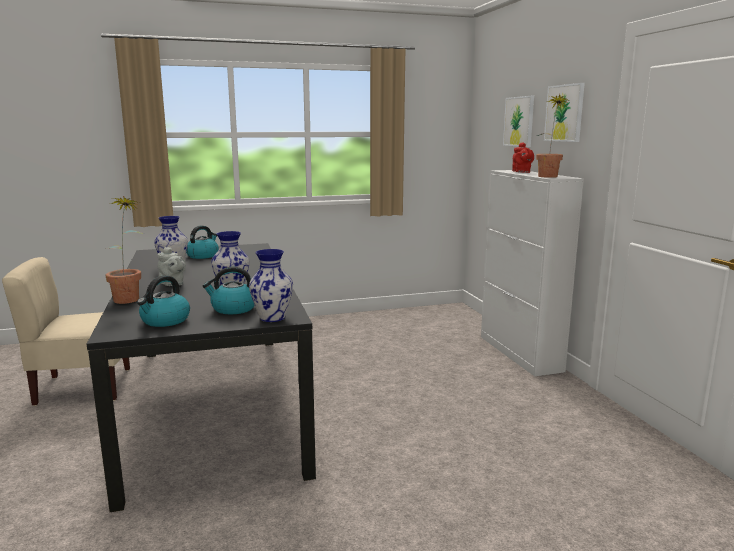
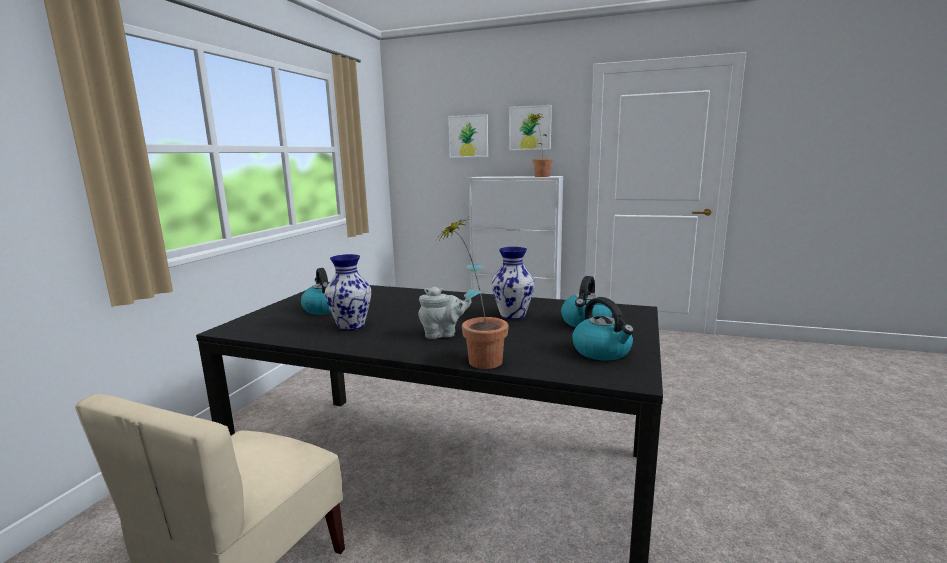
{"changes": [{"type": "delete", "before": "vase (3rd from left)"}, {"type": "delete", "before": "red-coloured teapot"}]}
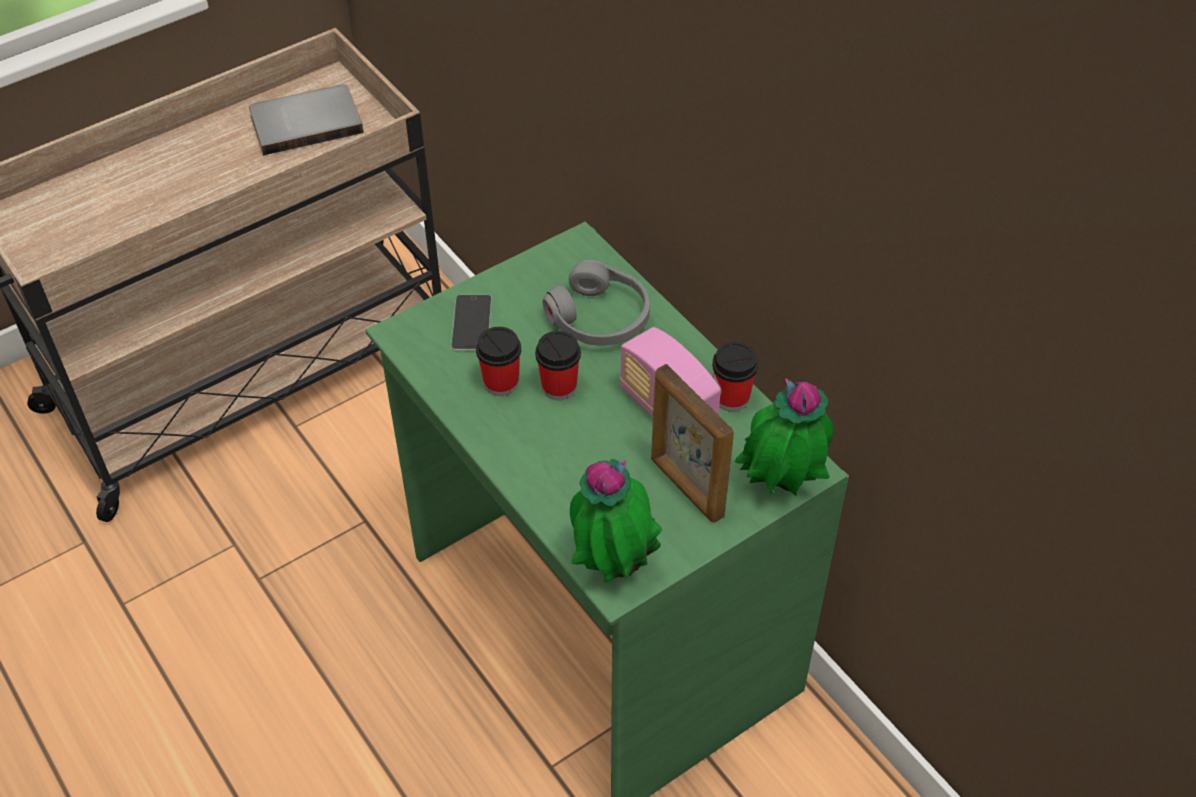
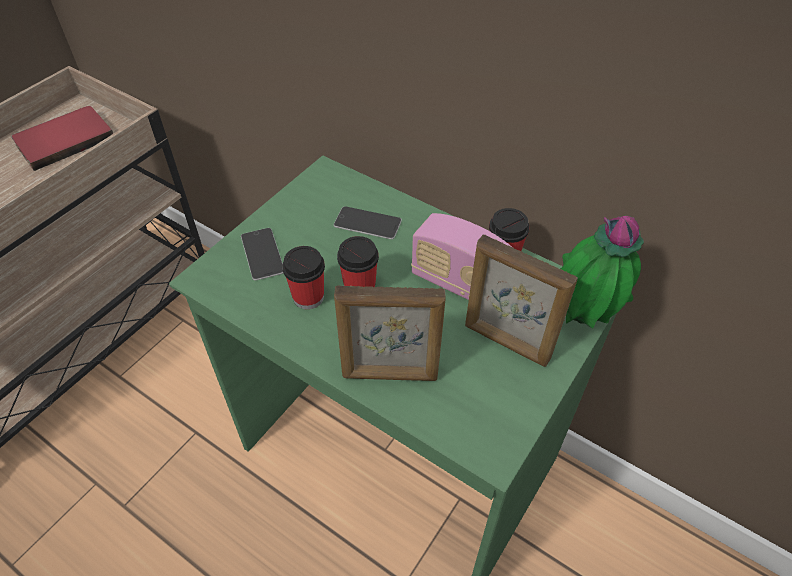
{"changes": [{"type": "recolor", "before": "greyish bound book", "after": "red-coloured bound book"}, {"type": "replace", "before": "greyish headphones", "after": "handset (2nd from left)"}, {"type": "delete", "before": "potted plant (1st from left)"}, {"type": "insert", "after": "photo frame (1st from left)"}]}
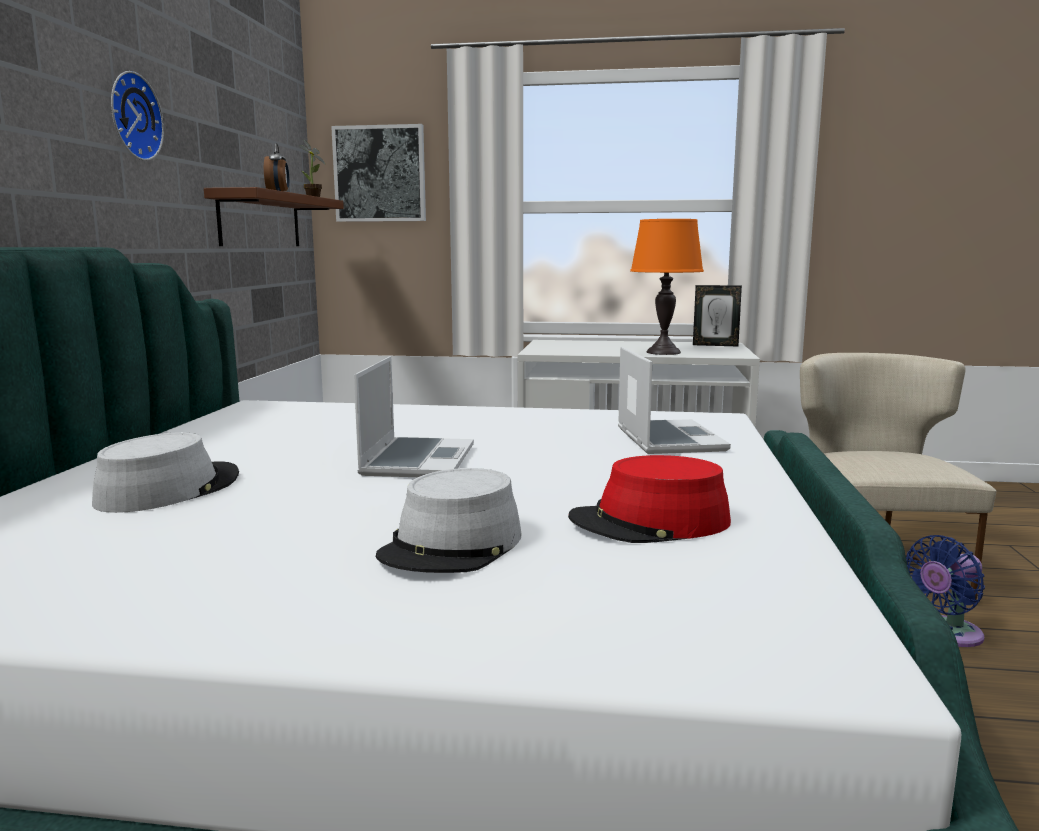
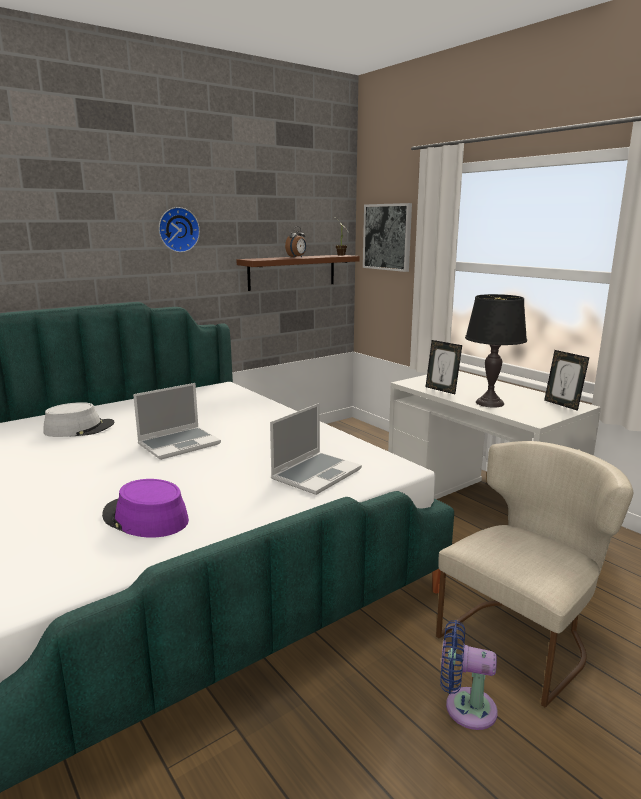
{"changes": [{"type": "delete", "before": "greyish clothing hat (2nd from left)"}, {"type": "recolor", "before": "red-coloured clothing hat", "after": "purplish clothing hat"}, {"type": "recolor", "before": "orange table lamp", "after": "blackish table lamp"}, {"type": "insert", "after": "photo frame (1st from left)"}]}
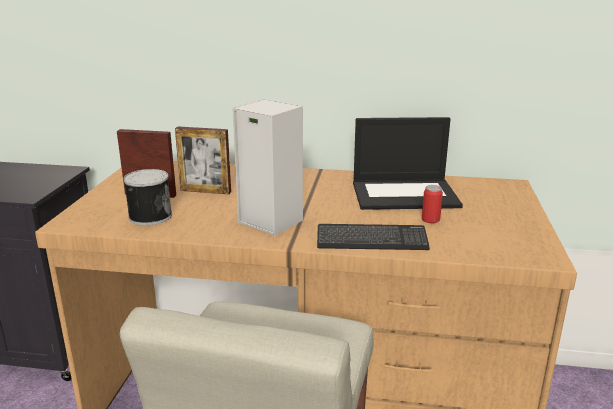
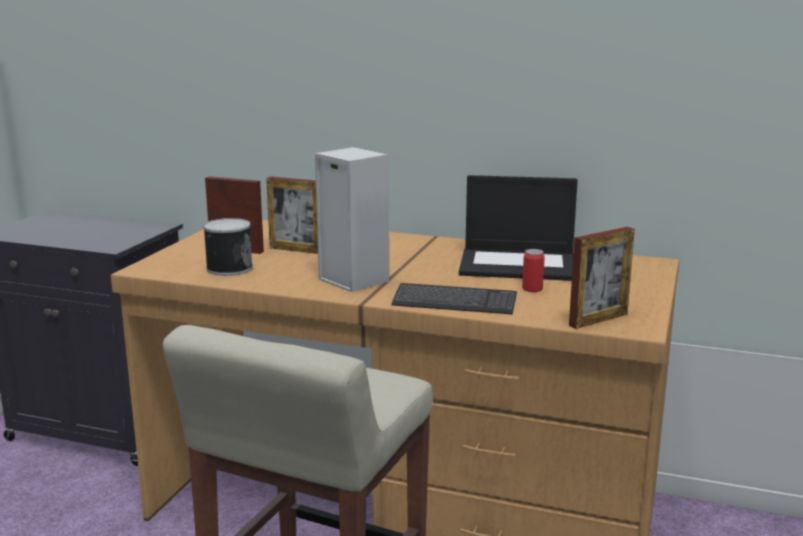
{"changes": [{"type": "insert", "after": "photo frame (3rd from left)"}]}
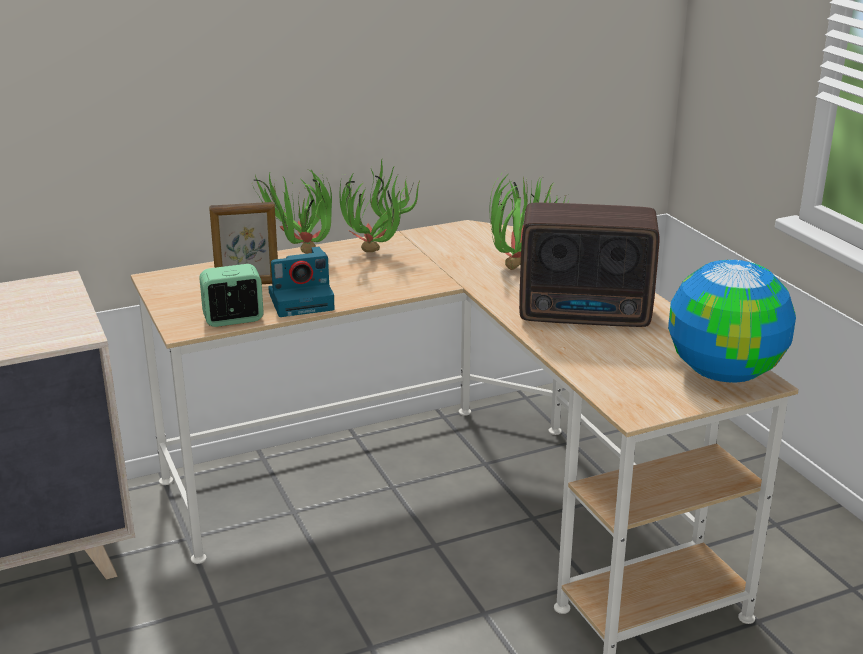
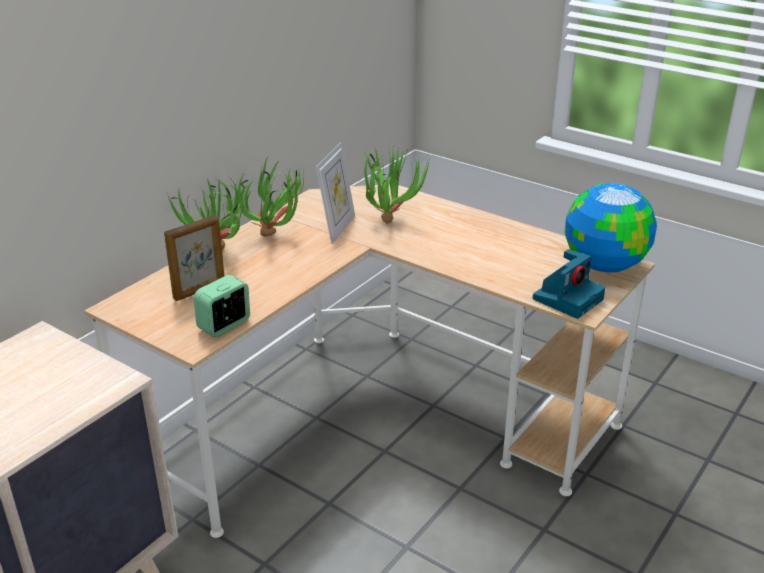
{"changes": [{"type": "move", "before": "photo camera"}, {"type": "delete", "before": "radio receiver"}, {"type": "insert", "after": "photo frame (2nd from left)"}]}
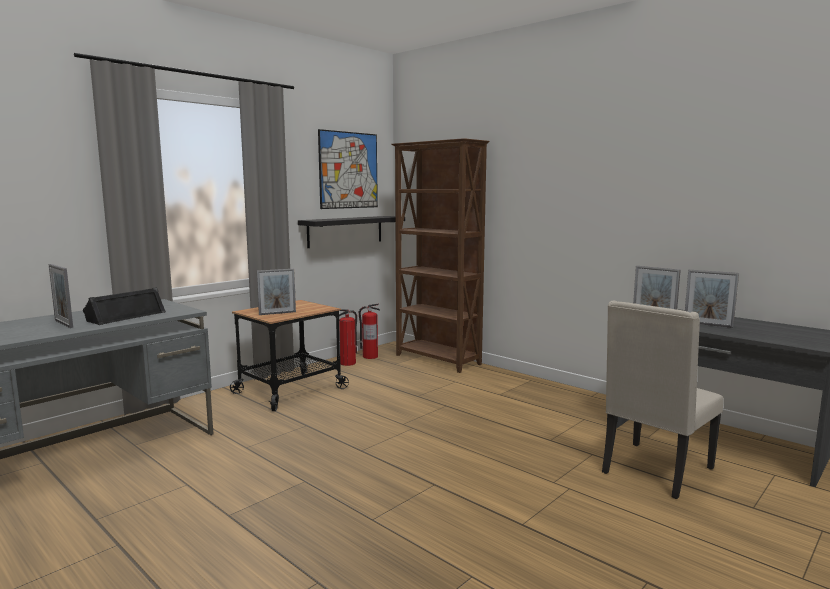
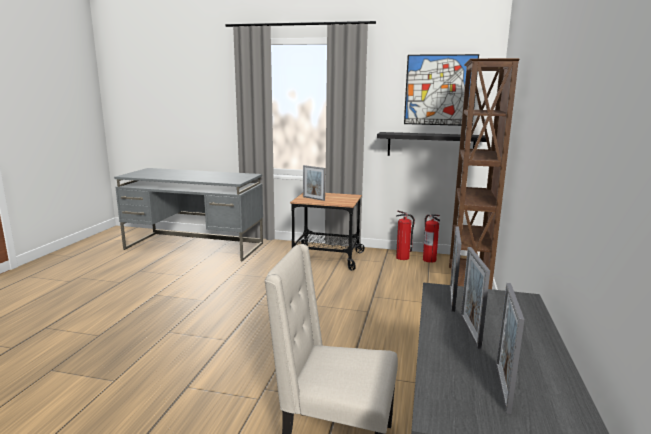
{"changes": [{"type": "move", "before": "photo frame (1st from left in the first image)", "after": "photo frame (4th from left)"}, {"type": "delete", "before": "blackish loudspeaker"}]}
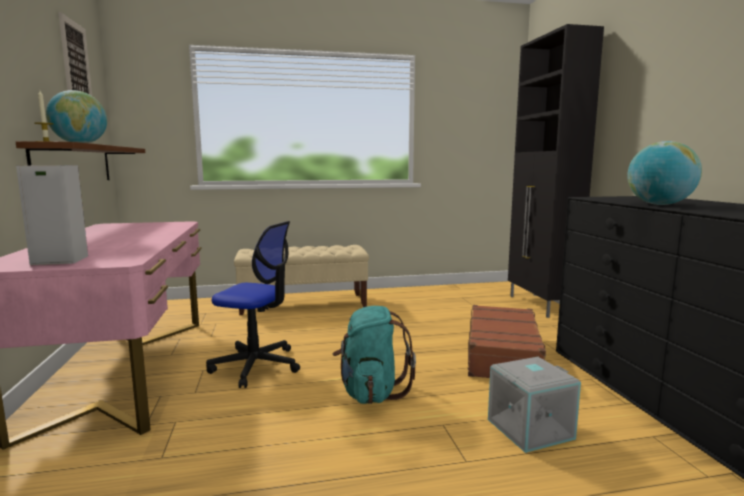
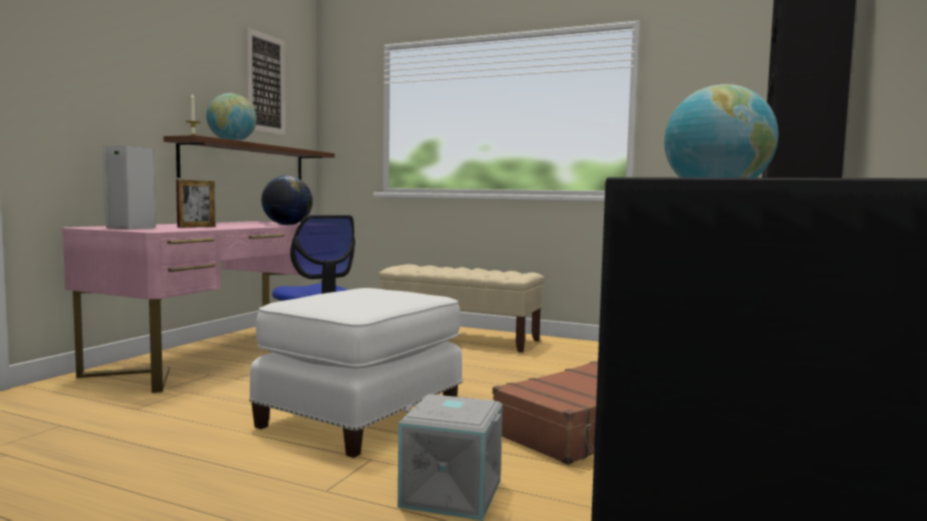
{"changes": [{"type": "replace", "before": "turquoise-coloured knapsack", "after": "whitish pouffe"}, {"type": "insert", "after": "photo frame"}, {"type": "insert", "after": "desk globe (2nd from left)"}]}
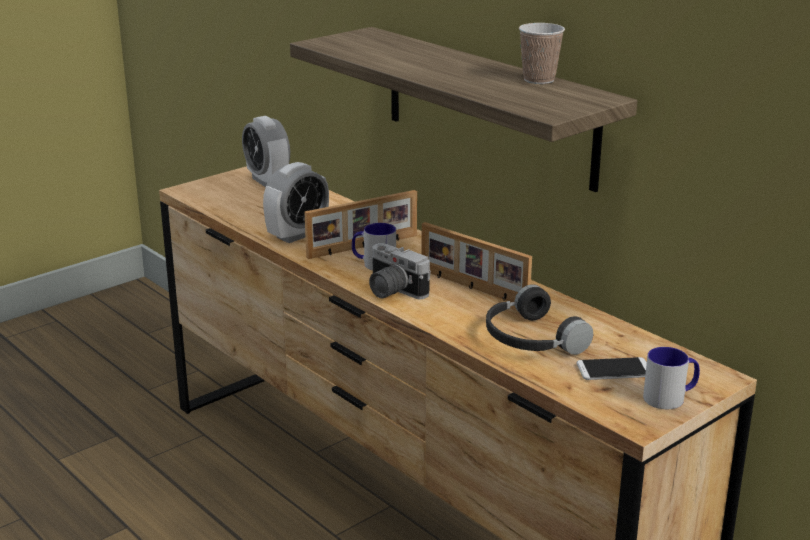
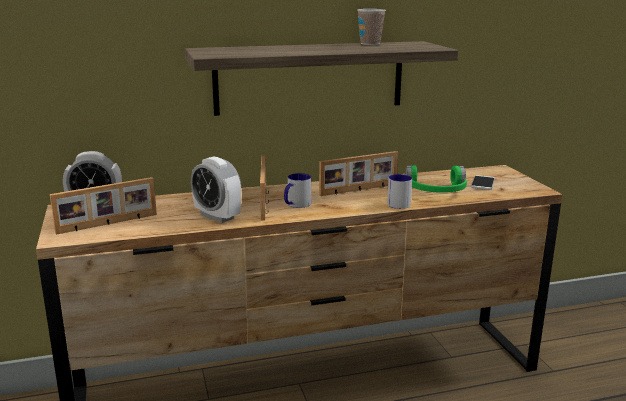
{"changes": [{"type": "rotate", "before": "bedside clock (2nd from left)", "turn": 150}, {"type": "delete", "before": "photo camera"}, {"type": "recolor", "before": "blackish headphones", "after": "greenish headphones"}, {"type": "move", "before": "mug (2nd from left)"}, {"type": "insert", "after": "photo frame (1st from left)"}]}
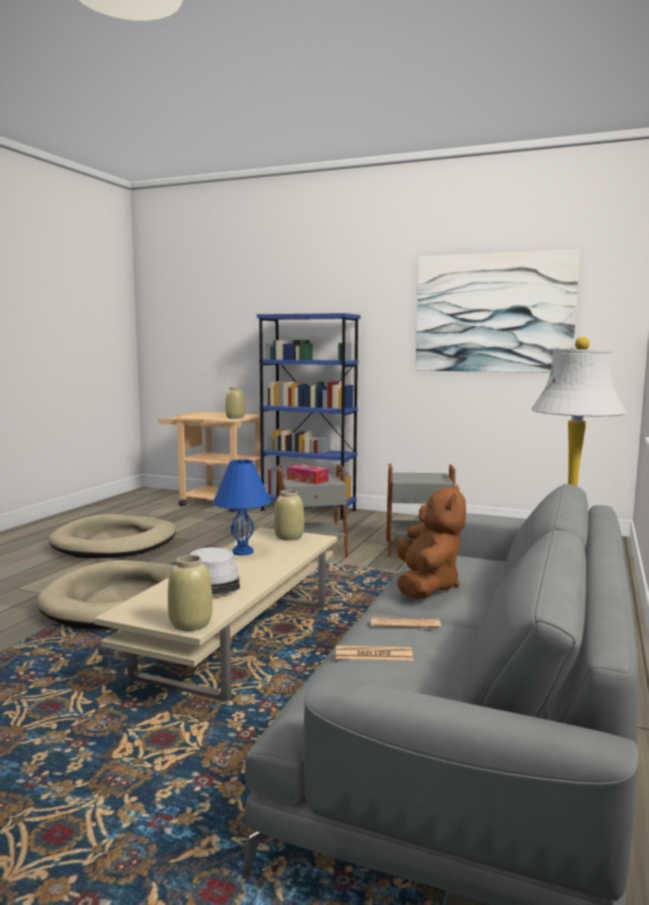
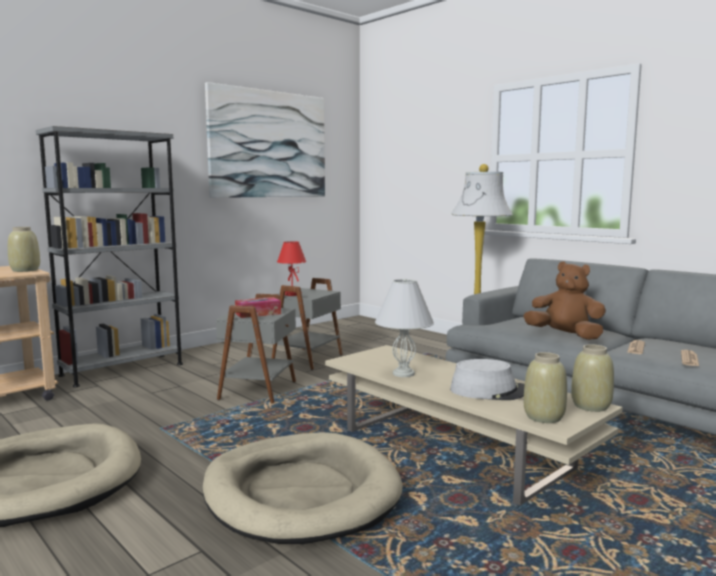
{"changes": [{"type": "recolor", "before": "blue table lamp", "after": "whitish table lamp"}, {"type": "recolor", "before": "blue bookcase", "after": "greyish bookcase"}, {"type": "move", "before": "sand-coloured vase (3rd from left in the first image)", "after": "sand-coloured vase (2nd from left)"}, {"type": "insert", "after": "red-coloured table lamp"}]}
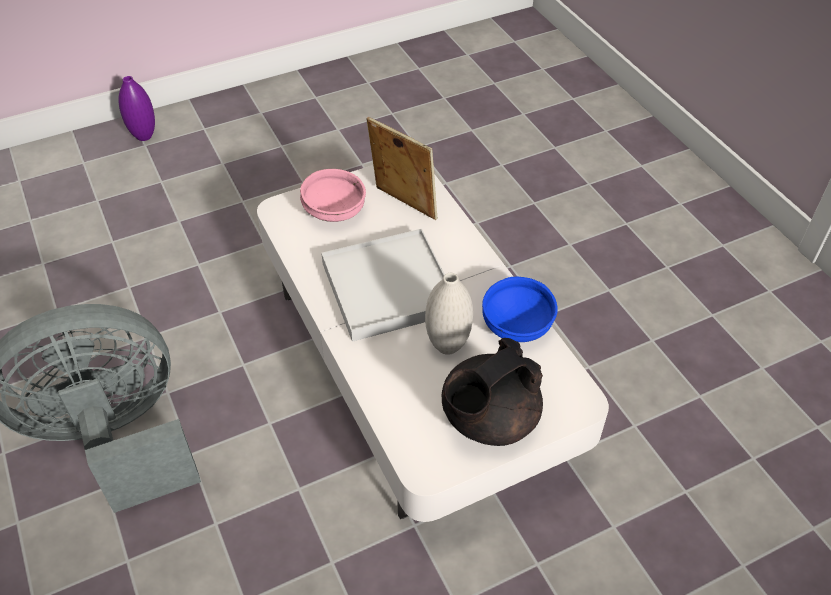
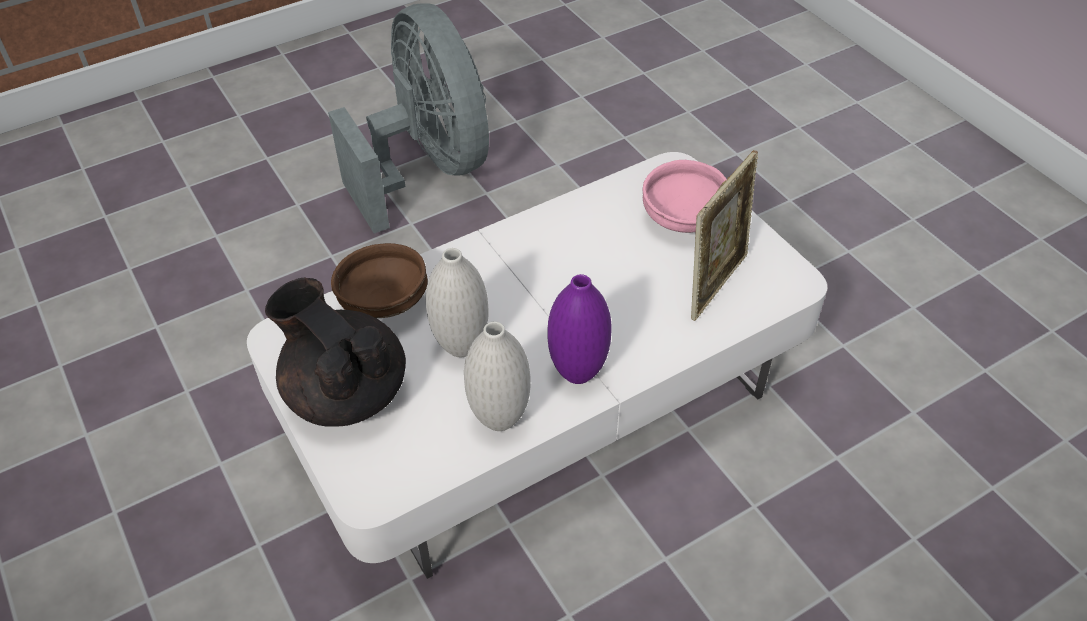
{"changes": [{"type": "move", "before": "purplish vase"}, {"type": "delete", "before": "whitish tray"}, {"type": "replace", "before": "blue serving bowl", "after": "whitish vase (2nd from left)"}, {"type": "insert", "after": "brown serving bowl"}]}
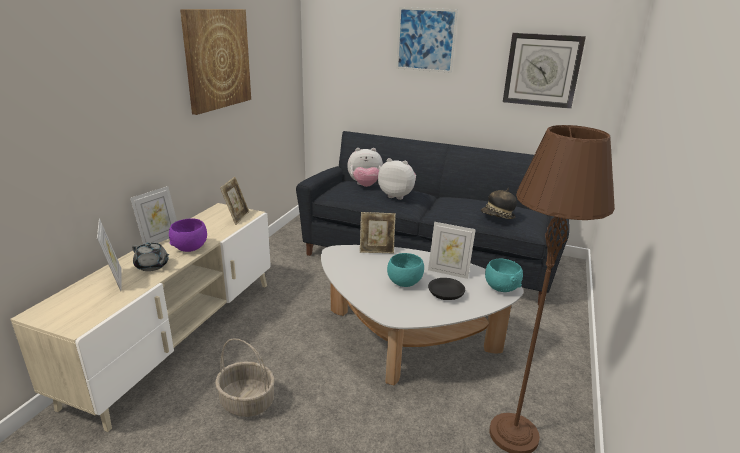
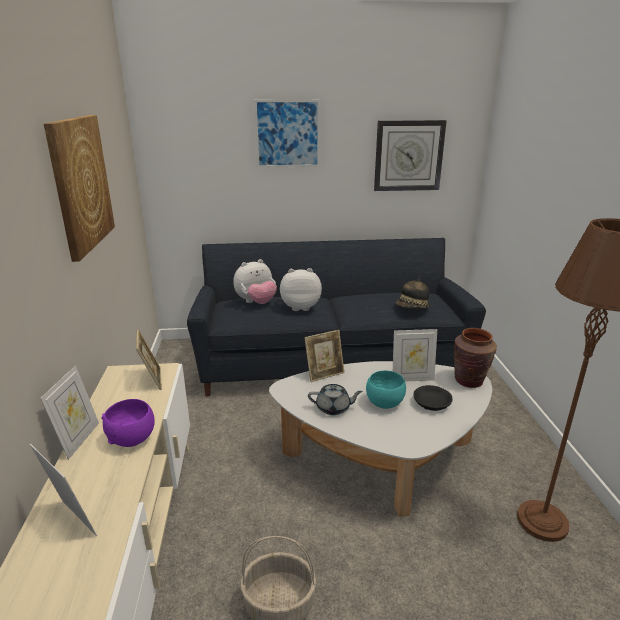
{"changes": [{"type": "move", "before": "greyish teapot"}, {"type": "replace", "before": "turquoise-coloured serving bowl (2nd from left)", "after": "brown vase"}]}
